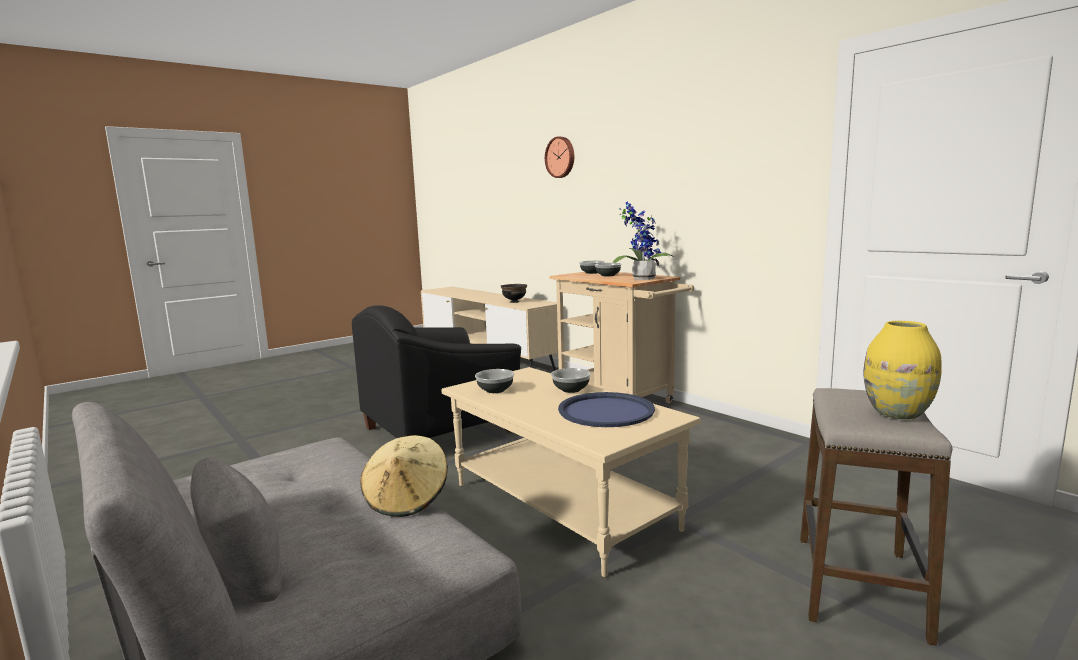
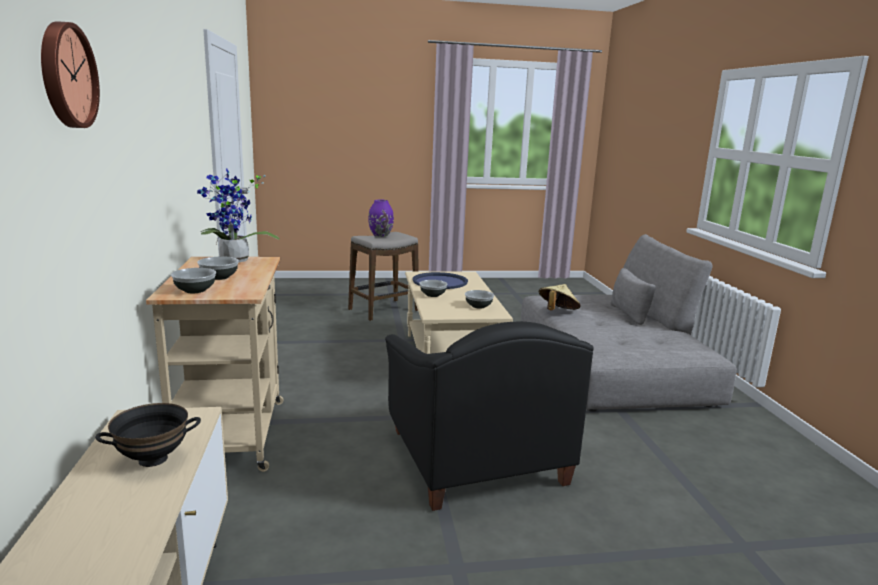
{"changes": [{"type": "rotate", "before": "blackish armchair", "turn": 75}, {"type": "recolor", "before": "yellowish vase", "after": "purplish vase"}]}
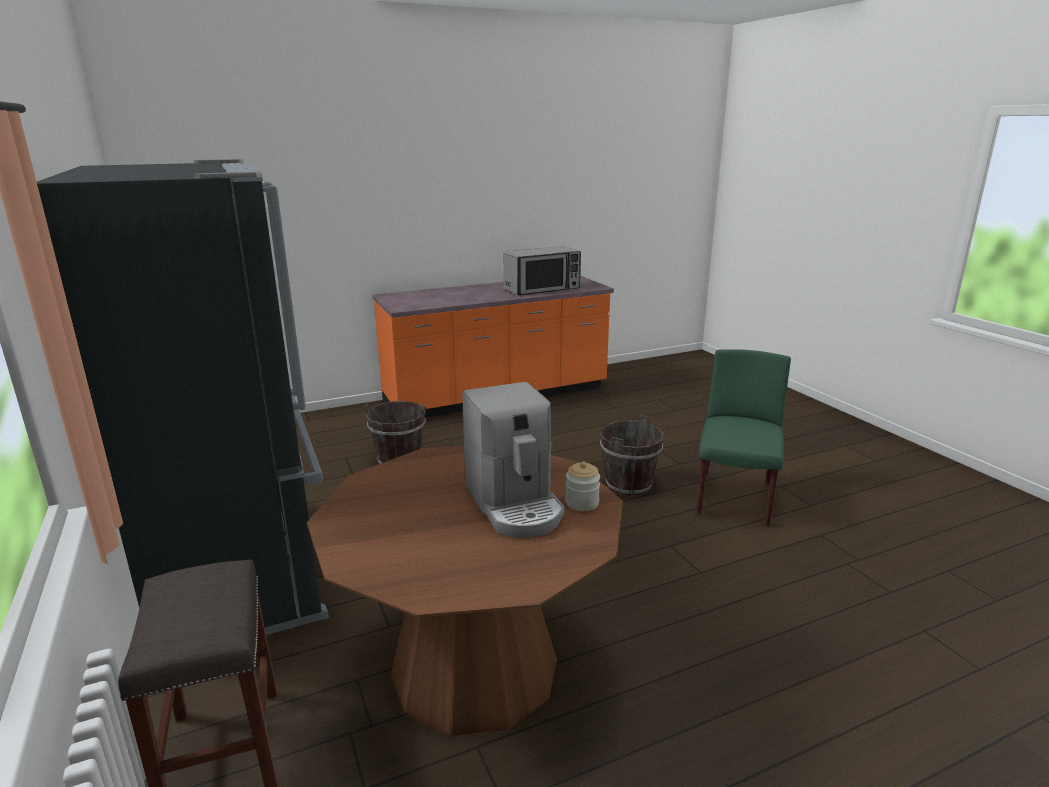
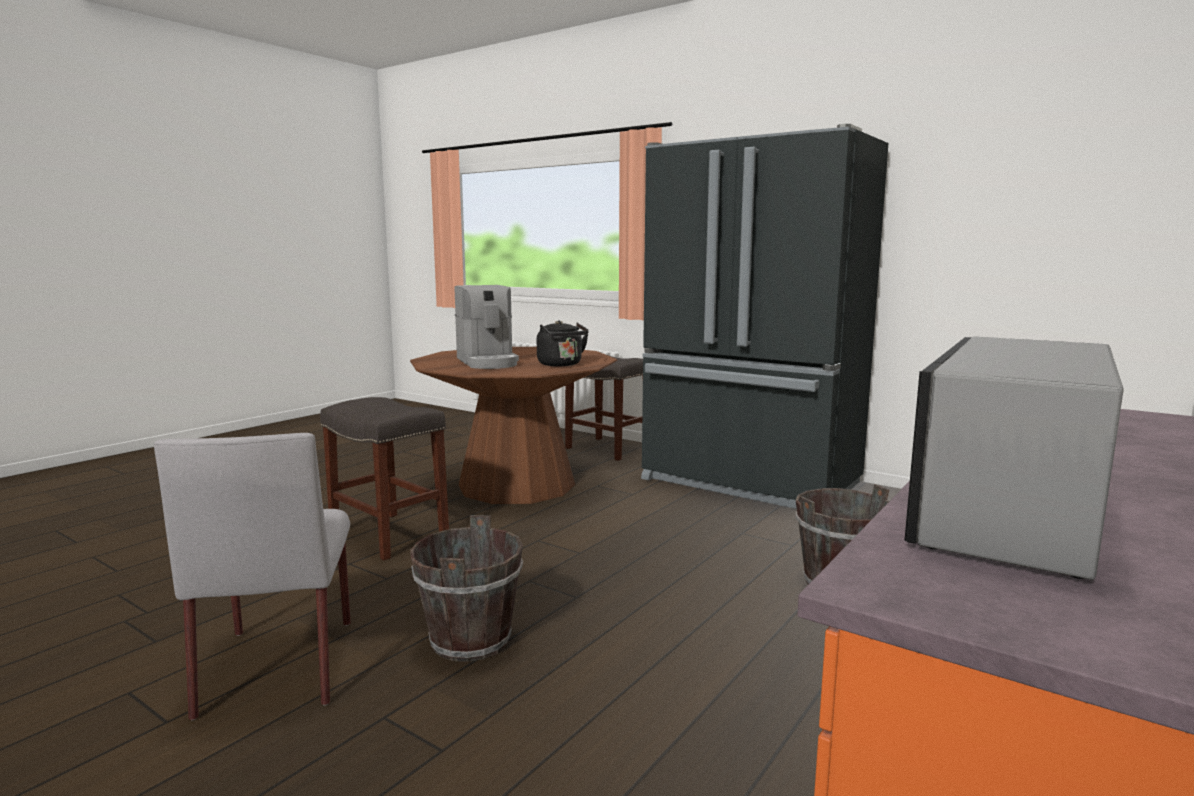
{"changes": [{"type": "rotate", "before": "coffee brewer", "turn": -150}, {"type": "delete", "before": "preserve jar"}, {"type": "recolor", "before": "greenish upright chair", "after": "greyish upright chair"}, {"type": "insert", "after": "greyish stool seat (1st from left)"}, {"type": "insert", "after": "blackish tea kettle"}]}
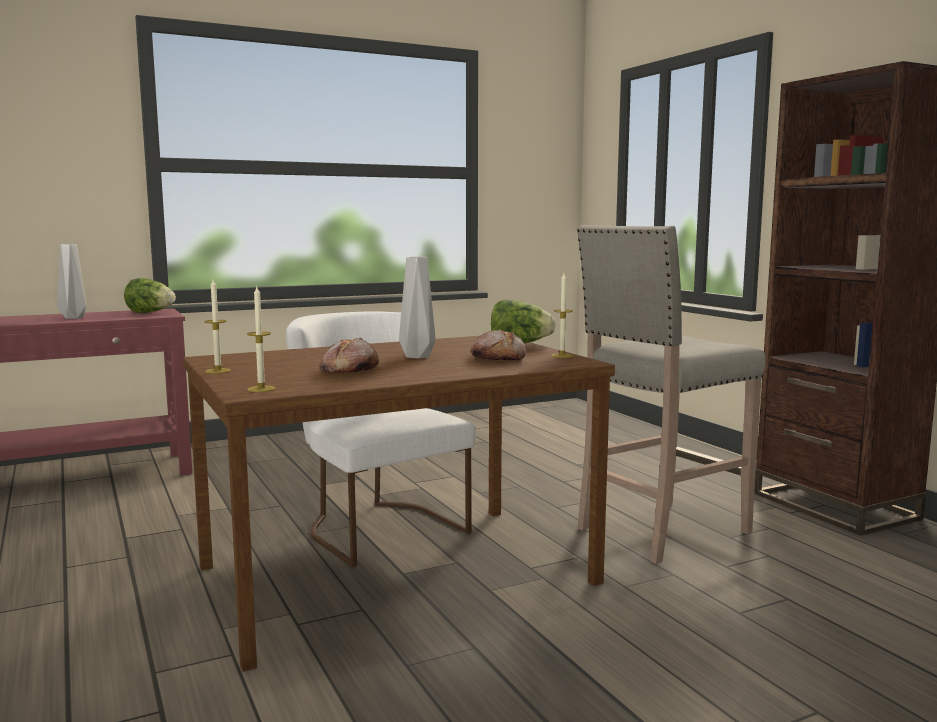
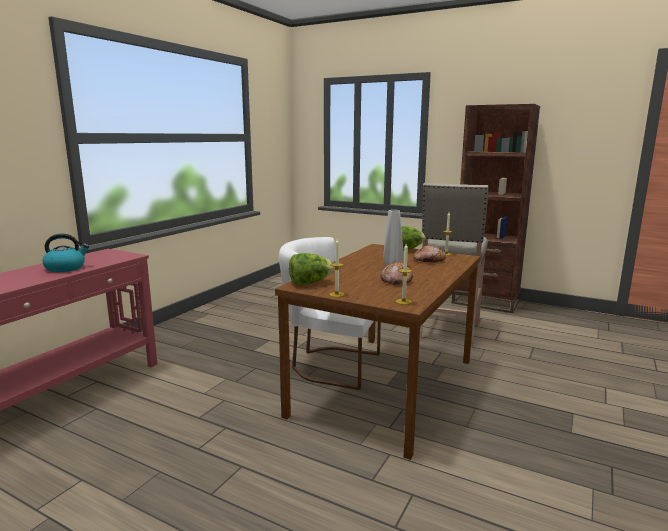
{"changes": [{"type": "replace", "before": "greyish vase (1st from left)", "after": "tea kettle"}, {"type": "move", "before": "lettuce (1st from left)"}]}
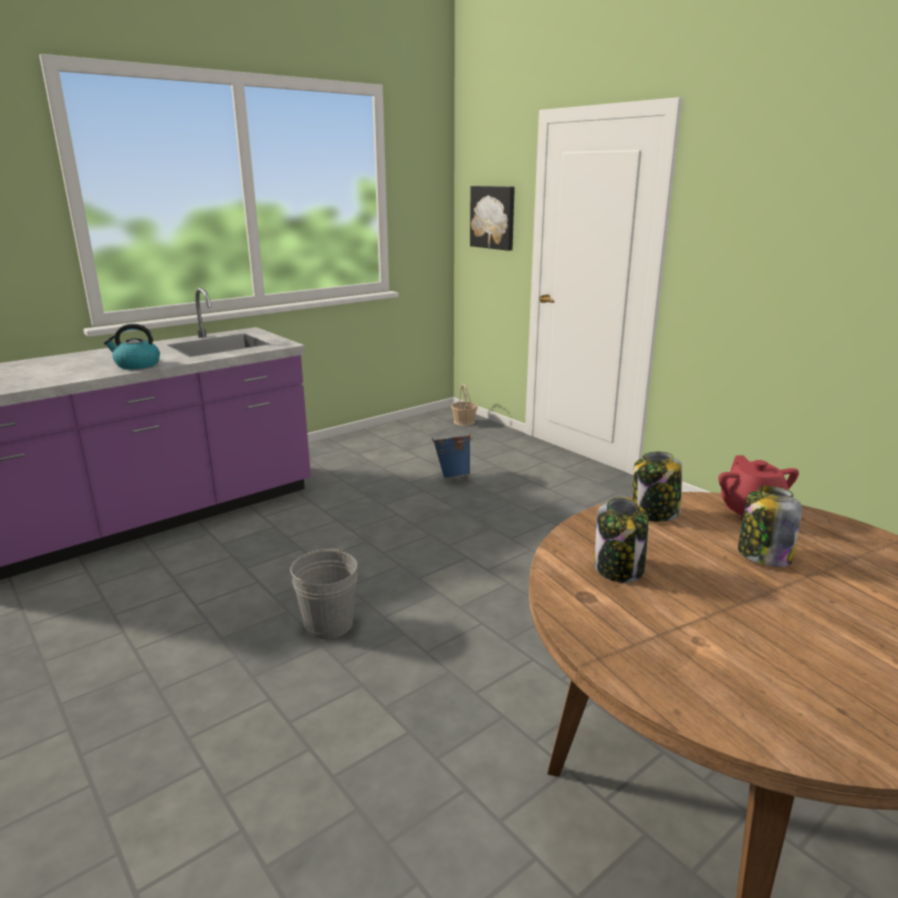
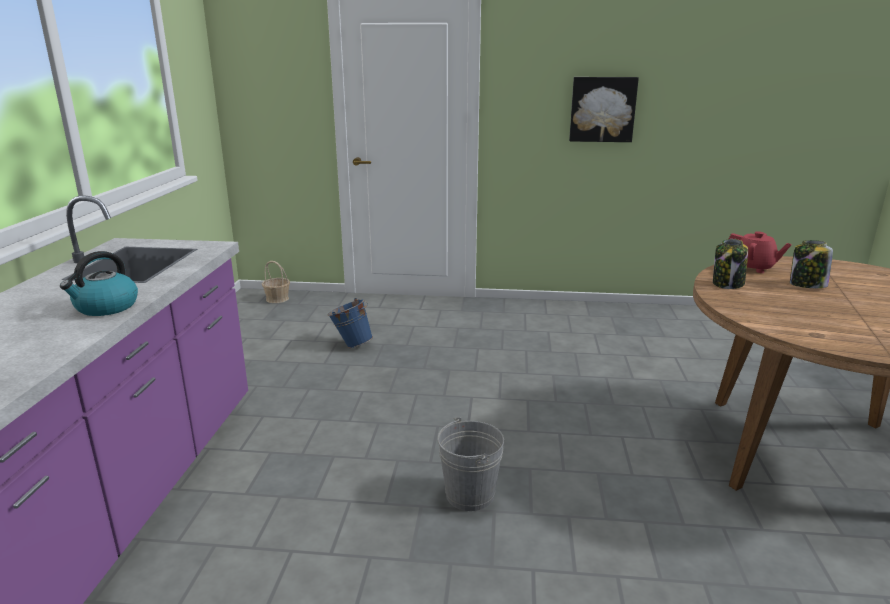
{"changes": [{"type": "move", "before": "picture"}, {"type": "delete", "before": "preserve jar (1st from left)"}]}
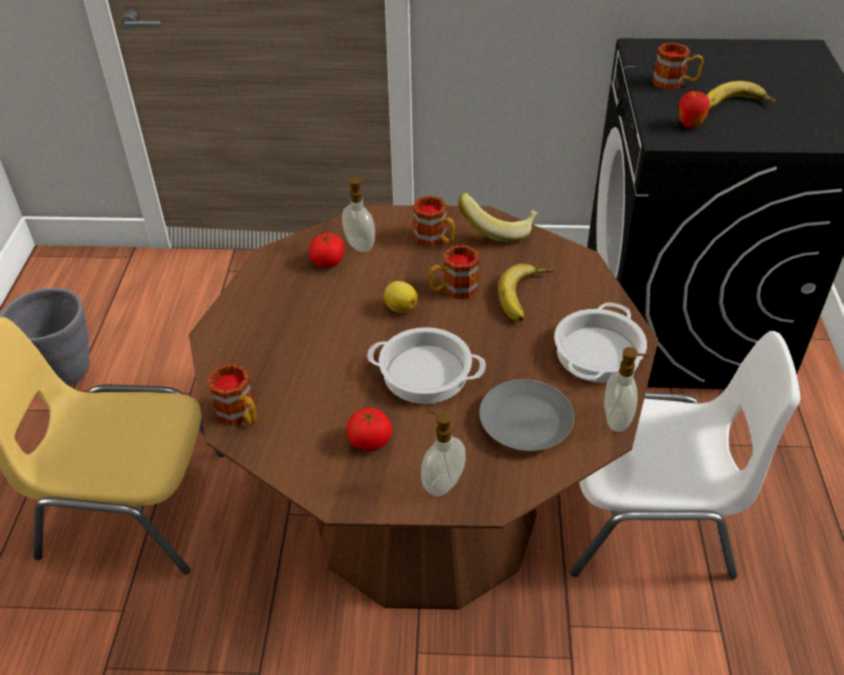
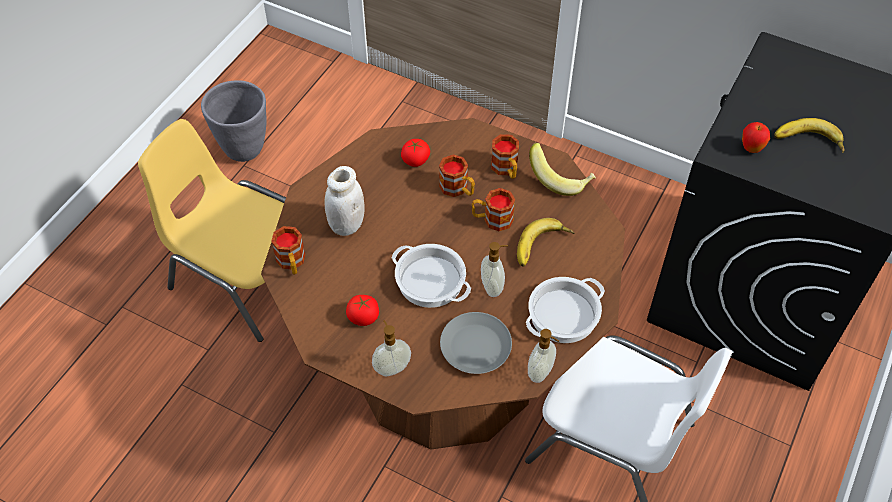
{"changes": [{"type": "move", "before": "soap bottle (1st from left in the first image)", "after": "soap bottle (2nd from left)"}, {"type": "delete", "before": "citrus fruit"}, {"type": "move", "before": "mug (4th from left in the first image)", "after": "mug (2nd from left)"}, {"type": "insert", "after": "whitish preserve jar"}]}
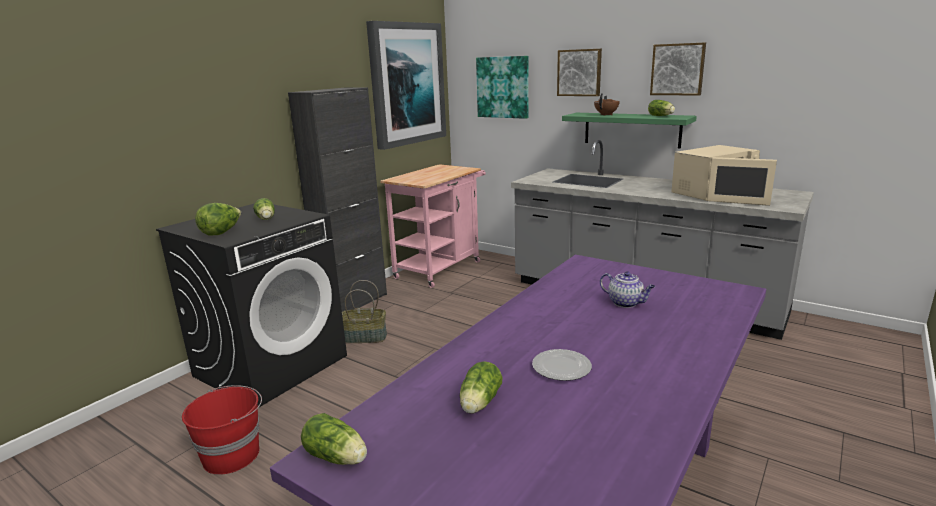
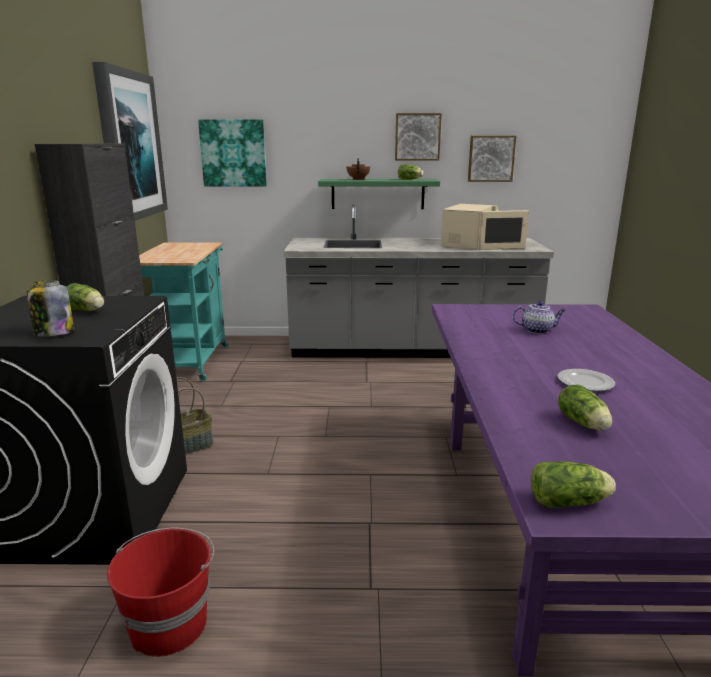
{"changes": [{"type": "replace", "before": "lettuce (1st from left)", "after": "preserve jar"}, {"type": "recolor", "before": "pinkish trolley", "after": "turquoise-coloured trolley"}, {"type": "move", "before": "picture (3rd from left in the first image)", "after": "picture (4th from left)"}]}
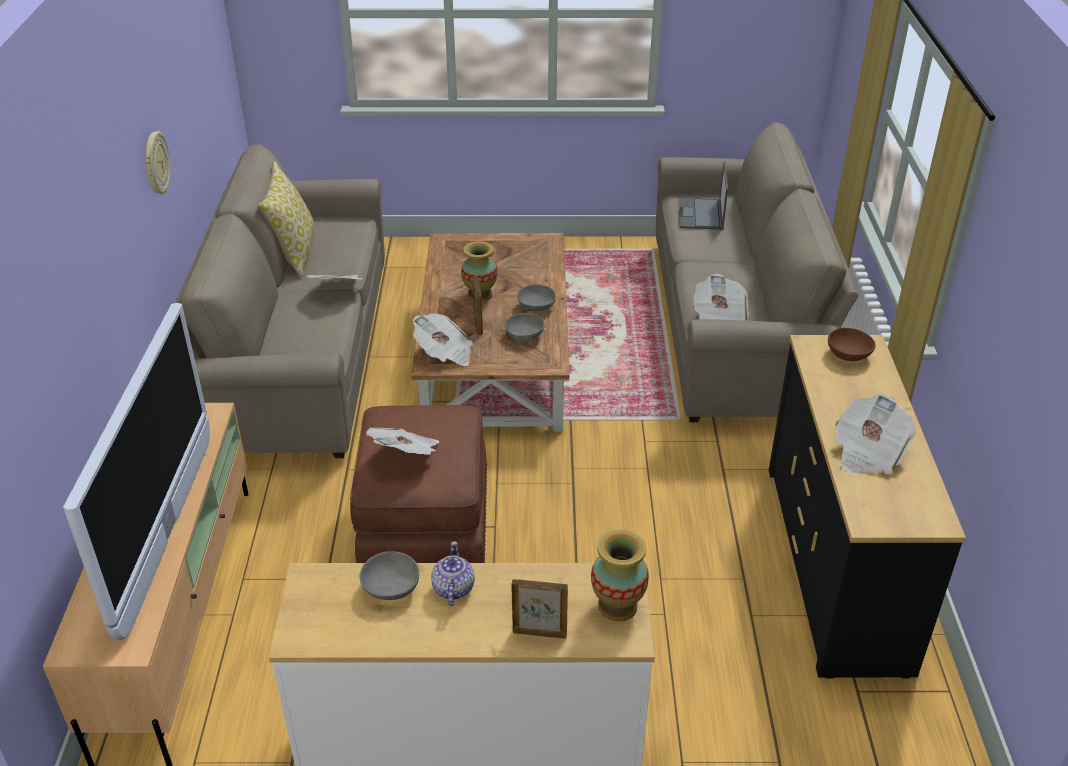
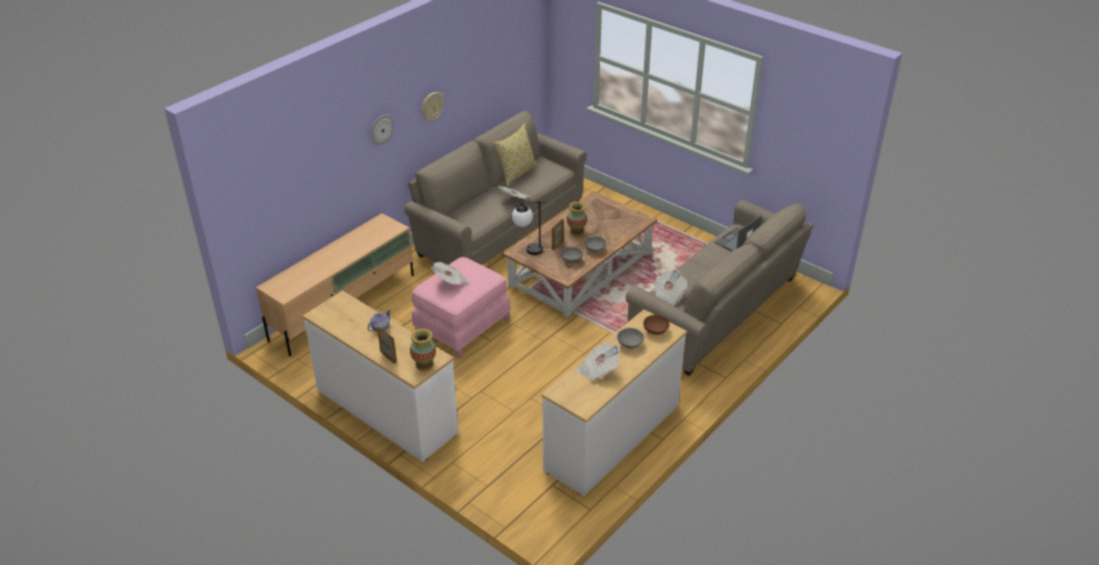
{"changes": [{"type": "delete", "before": "television"}, {"type": "recolor", "before": "brown pouffe", "after": "pinkish pouffe"}, {"type": "move", "before": "greyish serving bowl (1st from left in the first image)", "after": "greyish serving bowl (3rd from left)"}, {"type": "replace", "before": "newspaper (3rd from left)", "after": "table lamp"}, {"type": "recolor", "before": "blackish drawer chest", "after": "whitish drawer chest (2nd from left)"}, {"type": "insert", "after": "wall clock (1st from left)"}]}
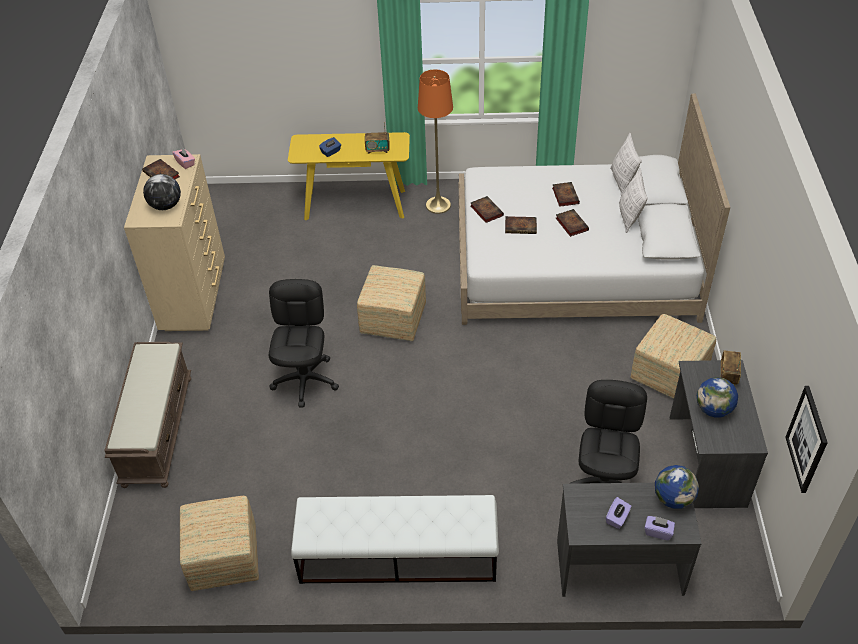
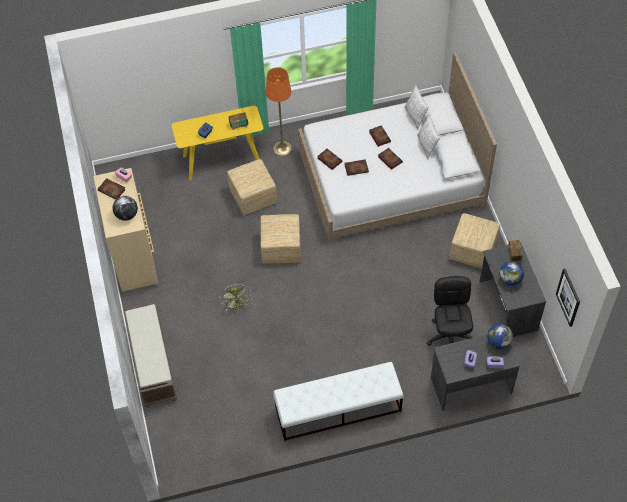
{"changes": [{"type": "move", "before": "pouffe (1st from left)"}, {"type": "replace", "before": "blackish office chair (1st from left)", "after": "greenish cooling fan"}]}
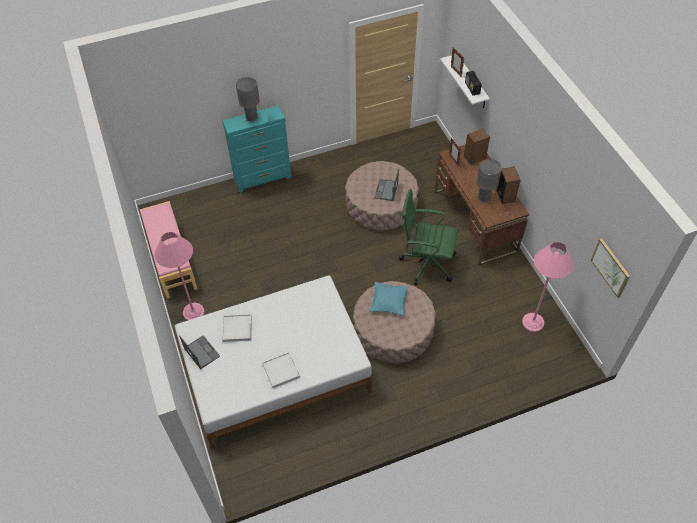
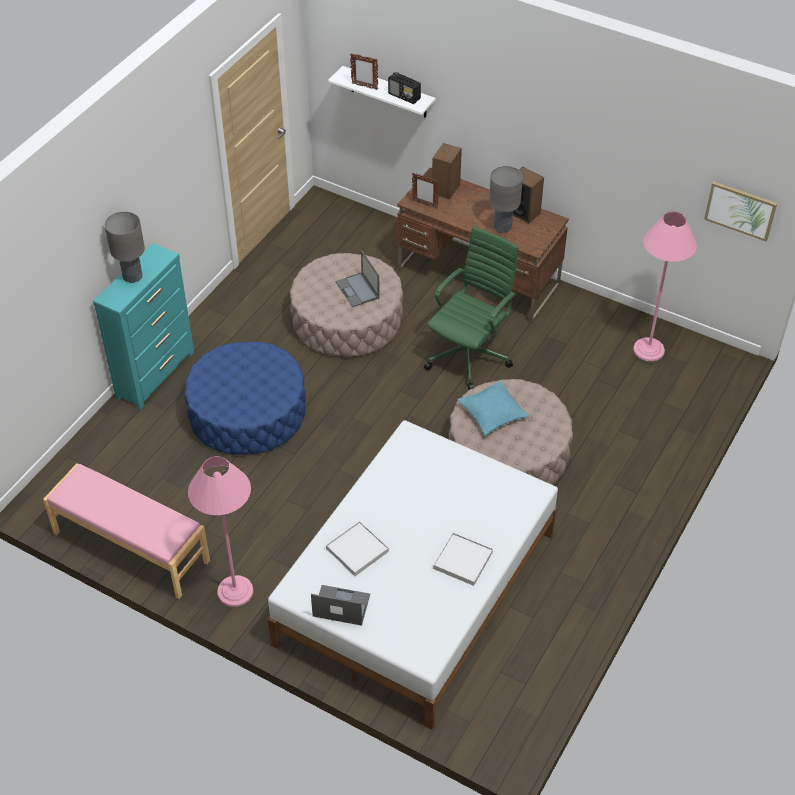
{"changes": [{"type": "rotate", "before": "greenish office chair", "turn": 150}, {"type": "insert", "after": "blue pouffe"}]}
